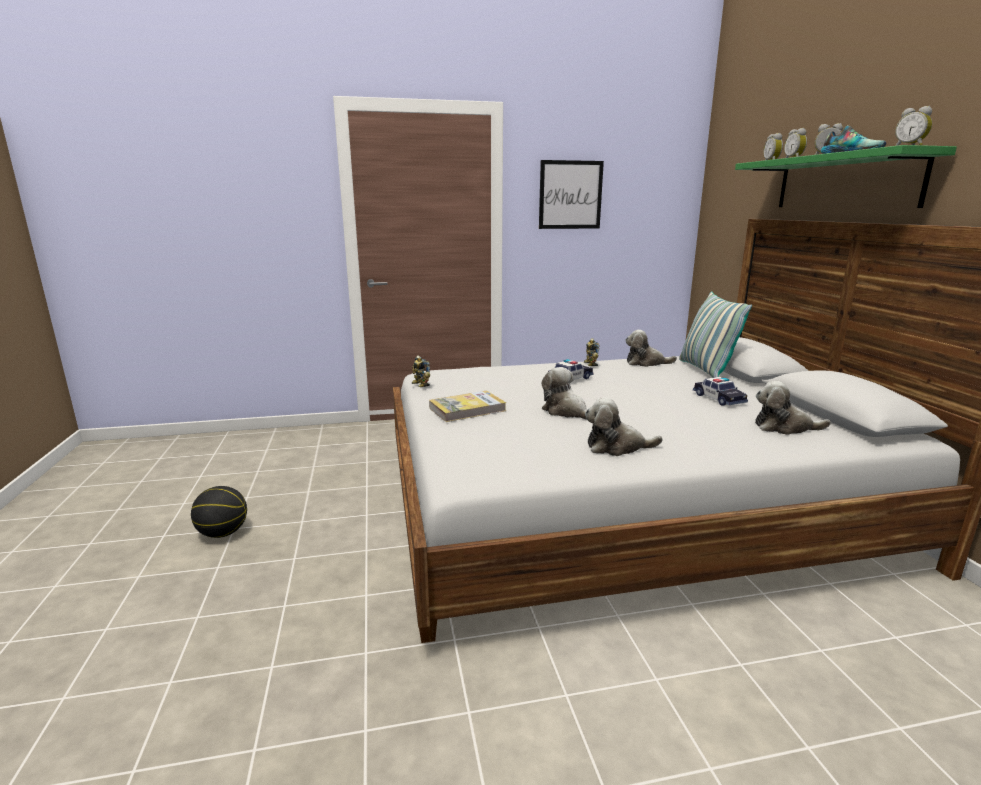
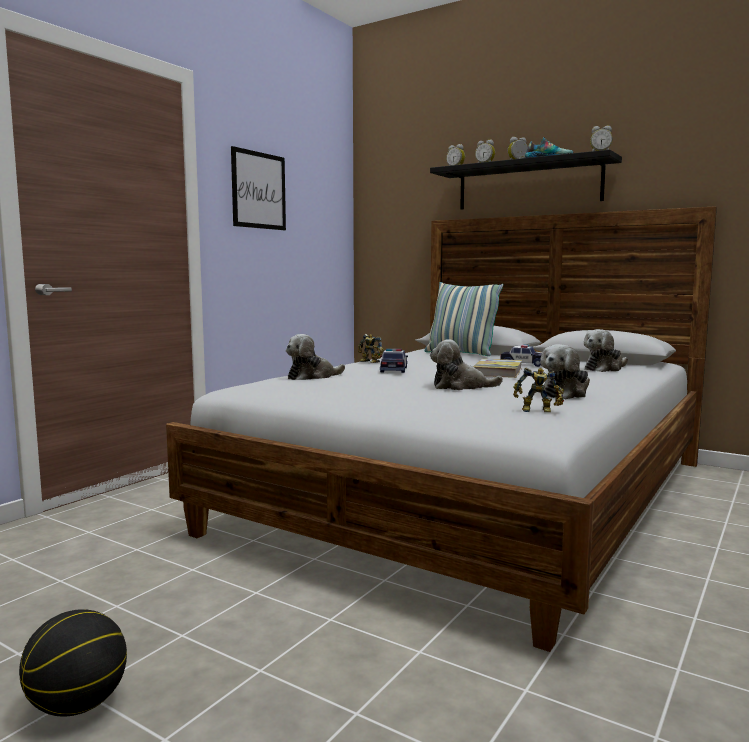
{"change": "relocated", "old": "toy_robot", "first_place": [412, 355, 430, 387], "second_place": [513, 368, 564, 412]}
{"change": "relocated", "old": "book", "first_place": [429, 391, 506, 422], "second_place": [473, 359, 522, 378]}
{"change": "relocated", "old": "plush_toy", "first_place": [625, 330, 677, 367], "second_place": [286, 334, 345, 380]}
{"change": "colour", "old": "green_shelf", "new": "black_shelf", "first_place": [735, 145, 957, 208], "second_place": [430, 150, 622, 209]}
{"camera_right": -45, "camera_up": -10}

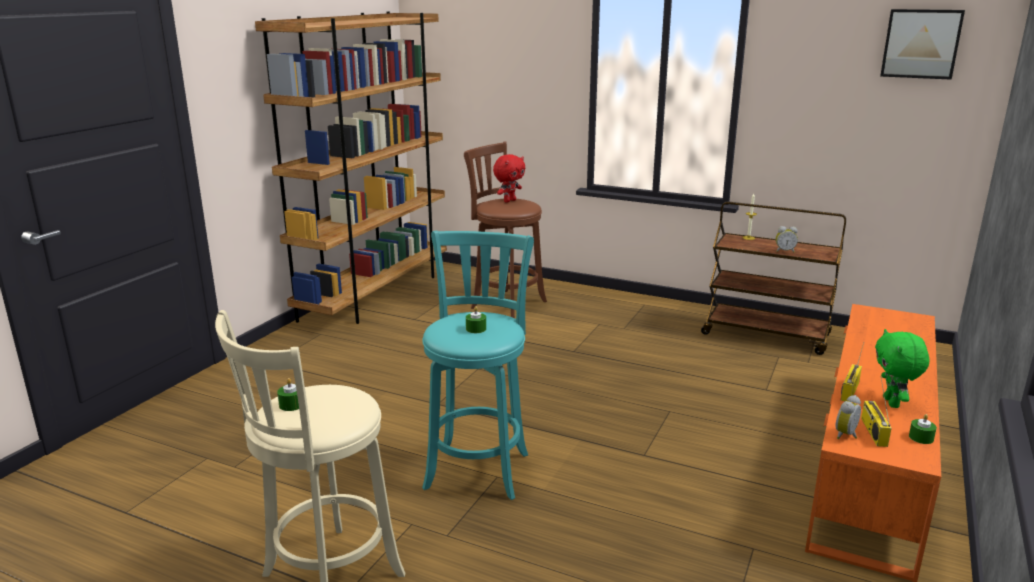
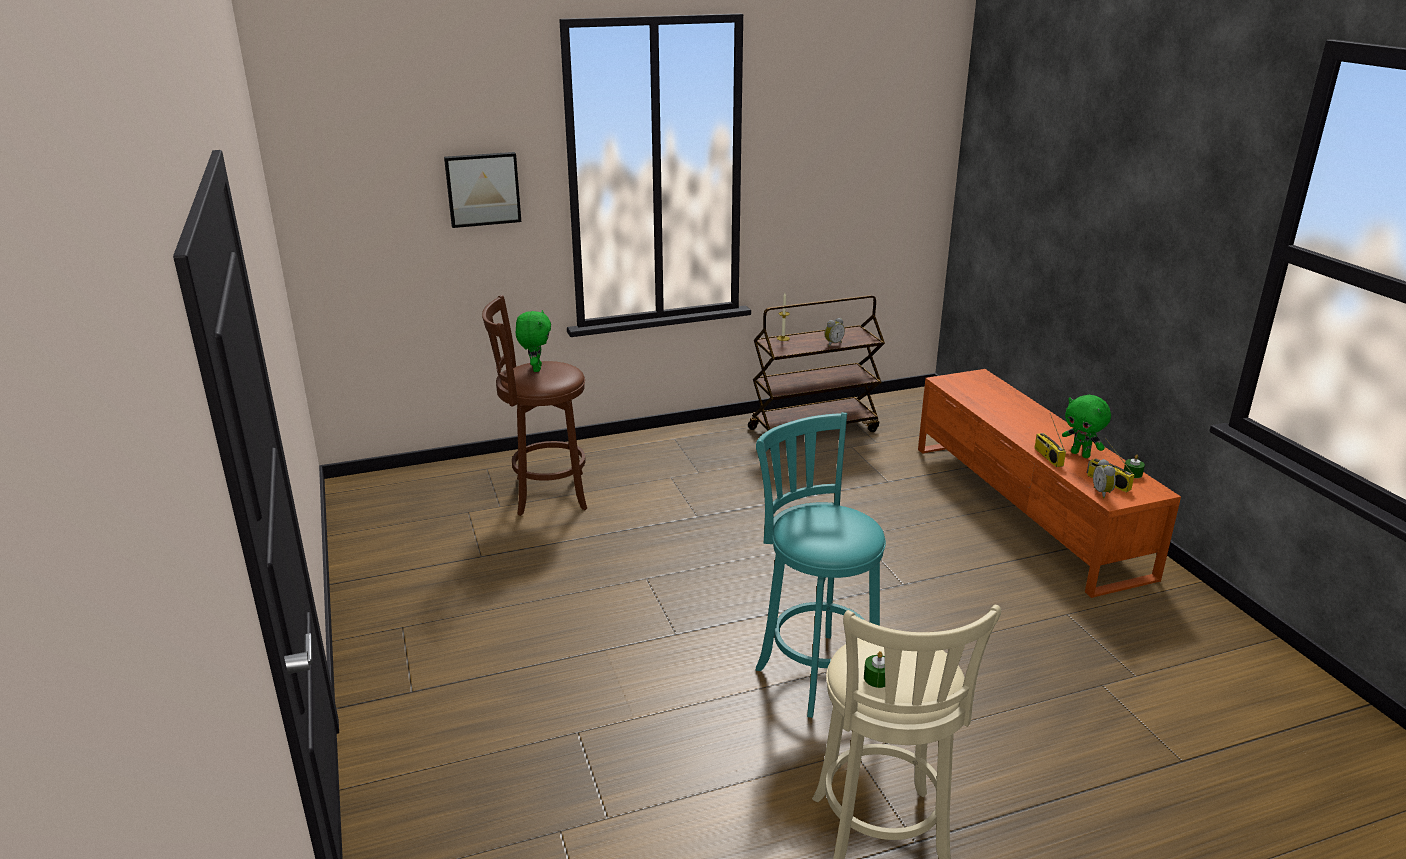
{"change": "missing", "old": "brown_bookcase", "first_place": [255, 11, 447, 324]}
{"change": "missing", "old": "green_candle", "first_place": [466, 306, 486, 333]}
{"change": "colour", "old": "red_plush_toy", "new": "green_plush_toy", "first_place": [493, 154, 526, 203], "second_place": [516, 310, 551, 372]}
{"change": "relocated", "old": "picture", "first_place": [880, 9, 965, 80], "second_place": [444, 152, 521, 228]}
{"camera_right": -45, "camera_up": 5}

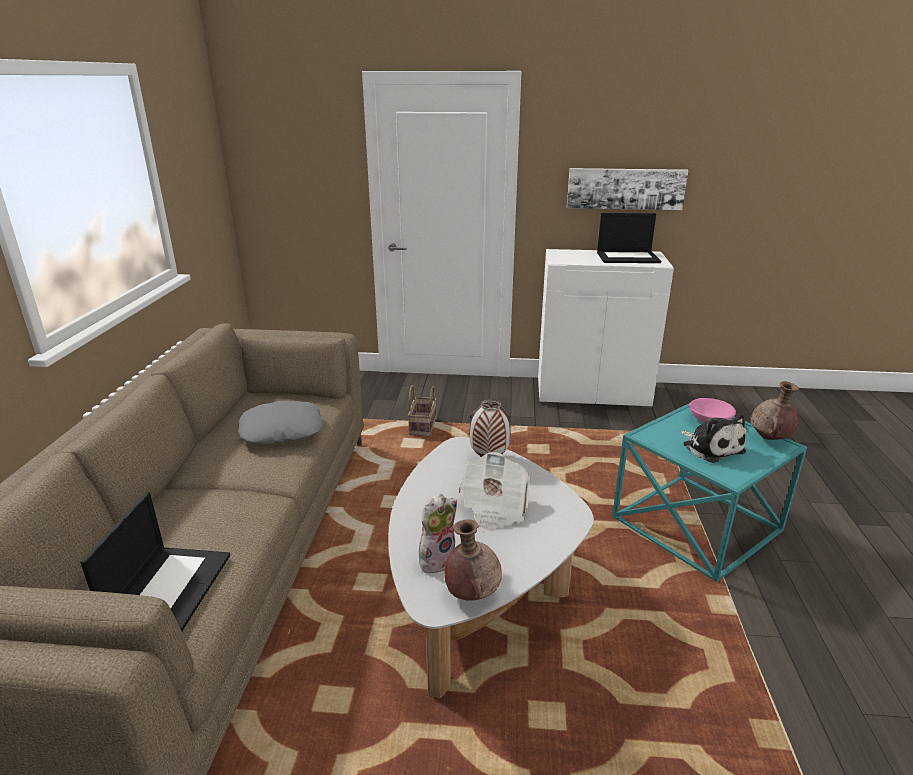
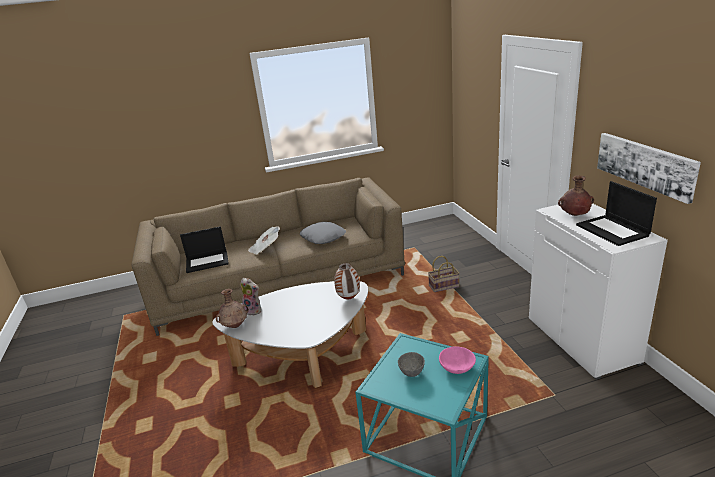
{"change": "relocated", "old": "newspaper", "first_place": [459, 452, 531, 532], "second_place": [248, 227, 280, 255]}
{"change": "exchanged", "old": "plush_toy", "new": "grey_bowl", "first_place": [680, 414, 747, 463], "second_place": [398, 352, 425, 377]}
{"change": "relocated", "old": "brown_vase", "first_place": [751, 381, 799, 440], "second_place": [558, 176, 594, 216]}
{"camera_right": 70, "camera_up": 0}

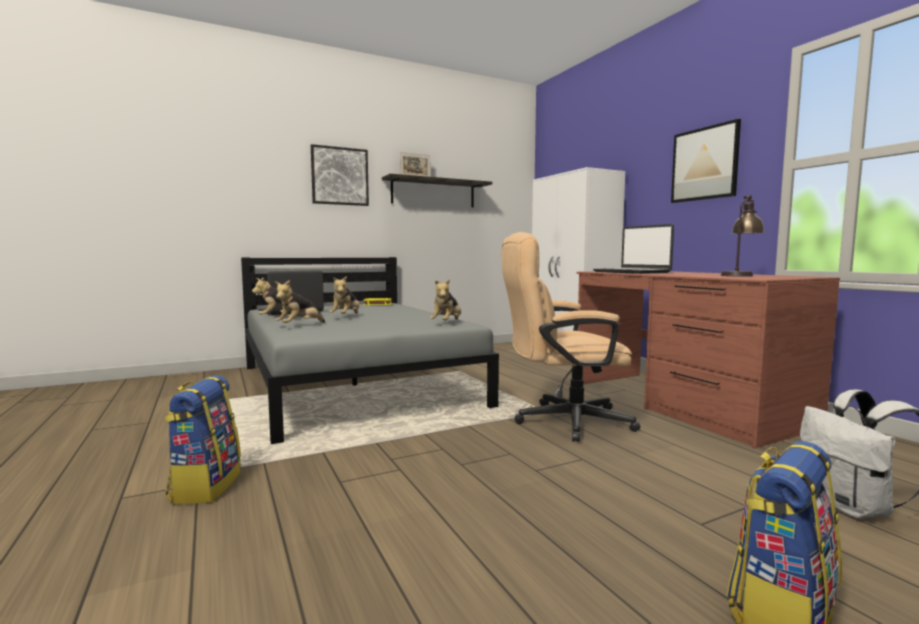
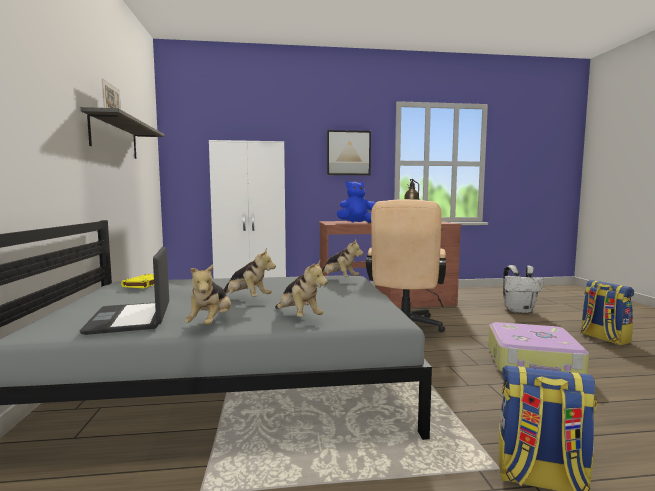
{"change": "missing", "old": "picture", "first_place": [311, 144, 369, 206]}
{"change": "exchanged", "old": "laptop", "new": "blue_plush_toy", "first_place": [593, 224, 674, 274], "second_place": [337, 181, 375, 223]}
{"change": "appeared", "new": "suitcase", "second_place": [488, 322, 589, 374]}
{"camera_right": -70, "camera_up": 0}

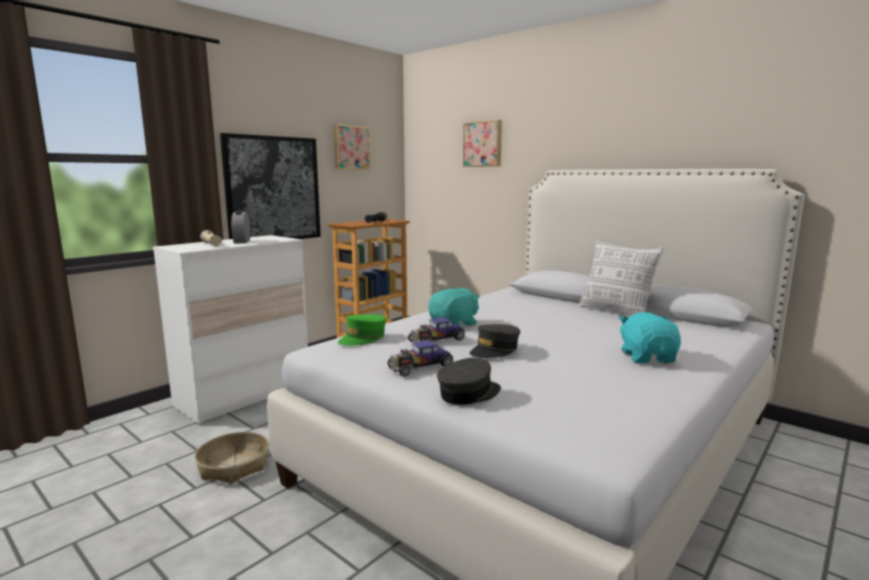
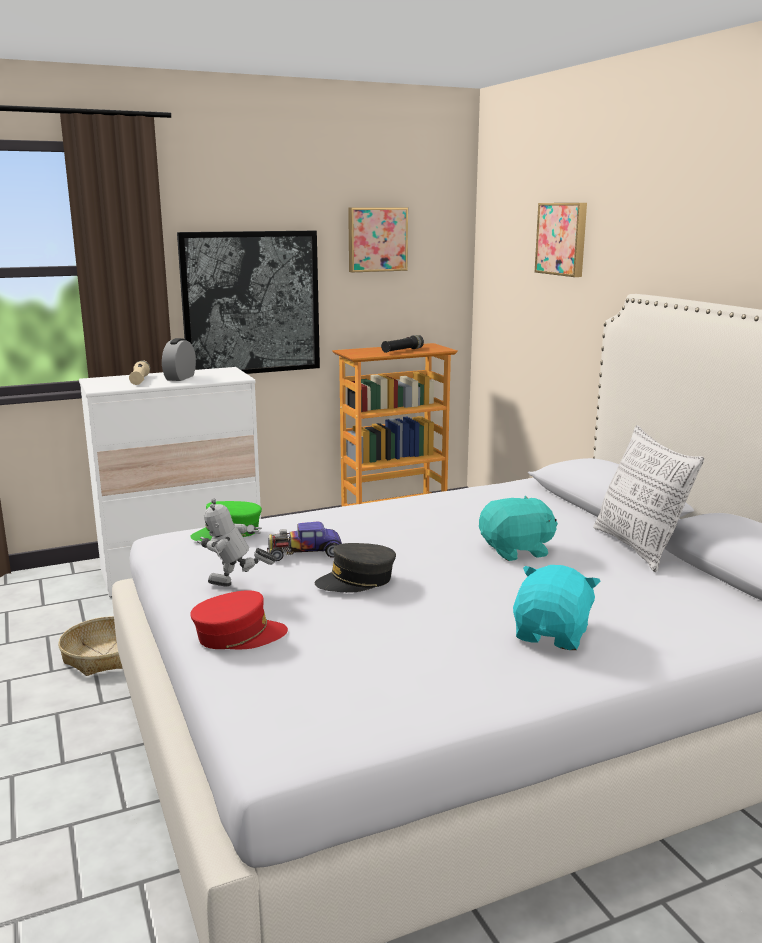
{"change": "exchanged", "old": "toy_car", "new": "toy_robot", "first_place": [387, 340, 453, 377], "second_place": [197, 498, 277, 587]}
{"change": "relocated", "old": "turquoise_plush_toy", "first_place": [428, 288, 480, 327], "second_place": [479, 496, 558, 561]}
{"change": "colour", "old": "grey_cap", "new": "red_cap", "first_place": [437, 358, 501, 405], "second_place": [190, 590, 288, 649]}
{"camera_right": 25, "camera_up": 5}

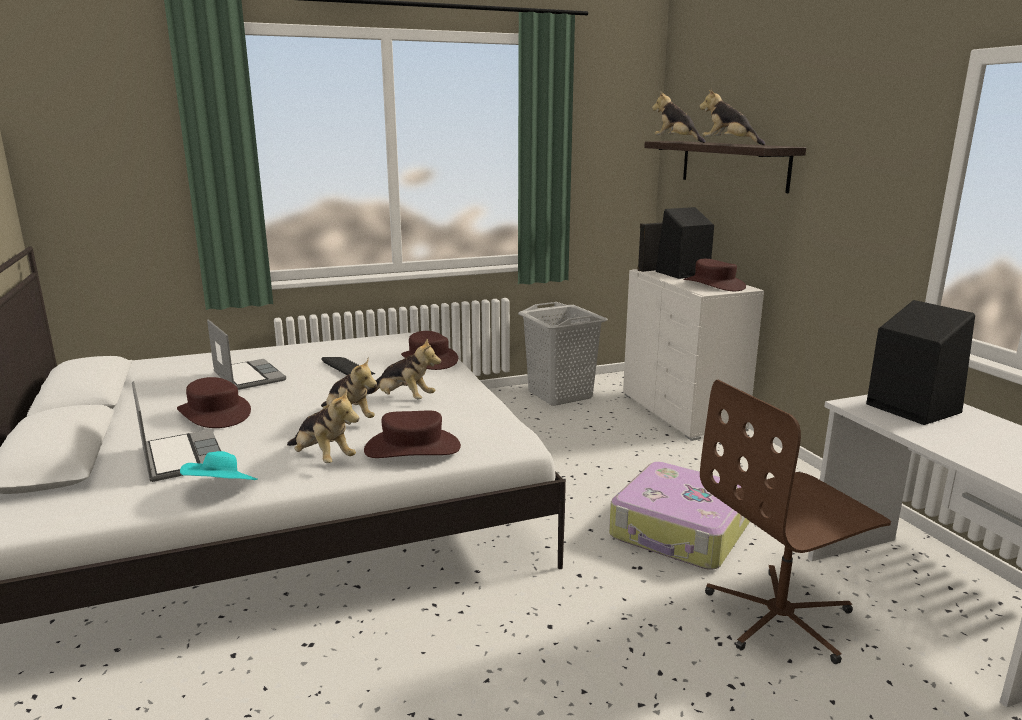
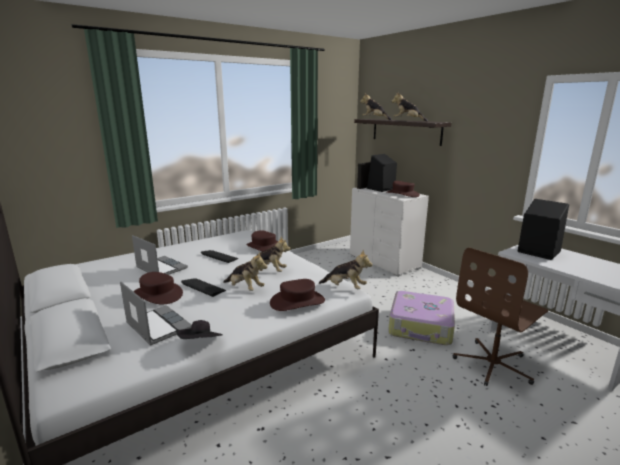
{"change": "colour", "old": "turquoise_hat", "new": "black_hat", "first_place": [180, 451, 258, 480], "second_place": [176, 320, 223, 339]}
{"change": "relocated", "old": "plush_toy", "first_place": [287, 389, 359, 463], "second_place": [319, 250, 372, 289]}
{"change": "missing", "old": "grey_laundry_basket", "first_place": [518, 302, 608, 406]}
{"change": "appeared", "new": "keyboard", "second_place": [181, 278, 226, 297]}
{"camera_right": -15, "camera_up": 0}

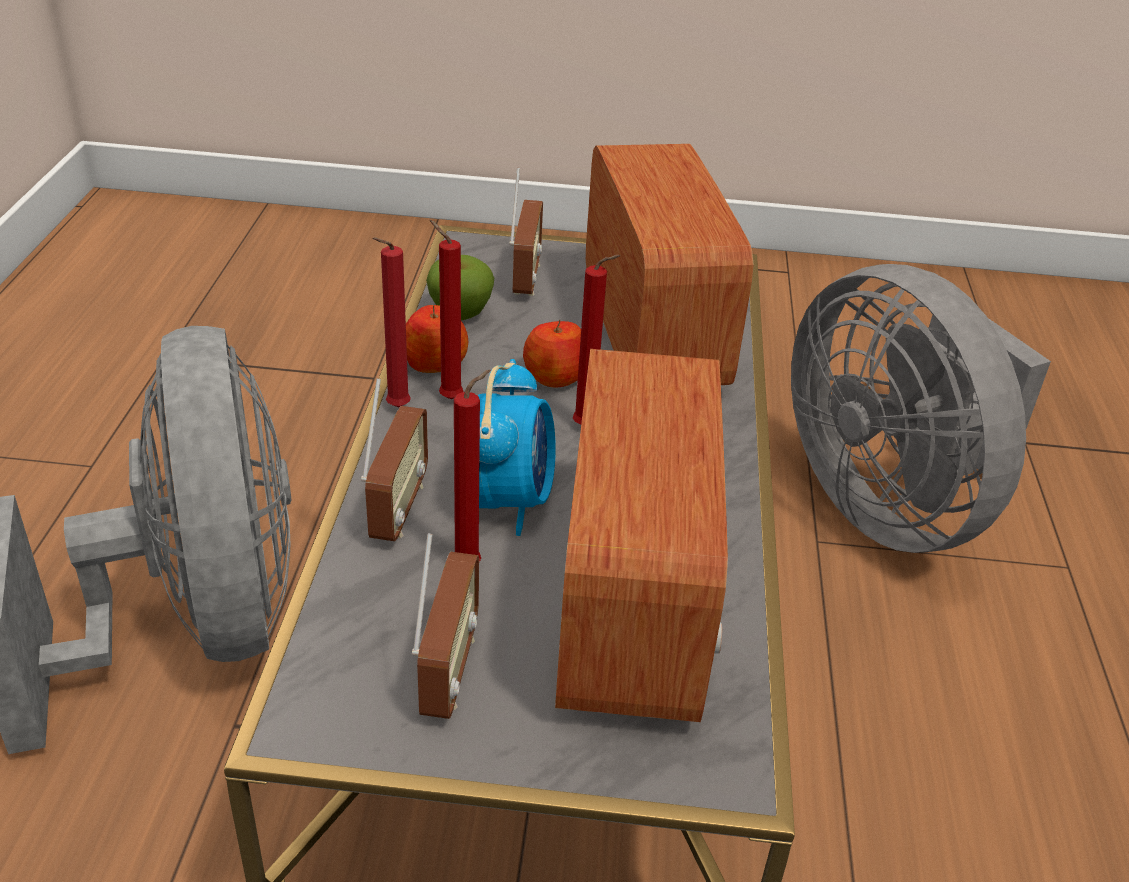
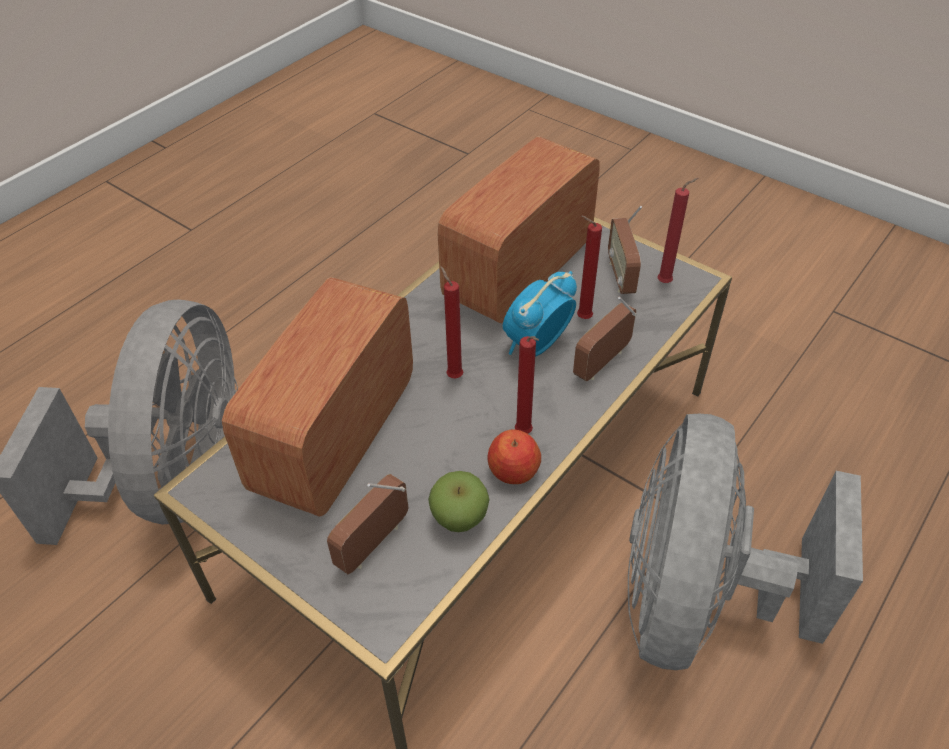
{"change": "relocated", "old": "red_candle", "first_place": [372, 237, 411, 407], "second_place": [658, 178, 698, 283]}
{"change": "spun", "old": "radio", "first_place": [412, 534, 479, 719], "second_place": [608, 206, 642, 294], "degrees": -45}
{"change": "missing", "old": "apple", "first_place": [523, 320, 581, 388]}
{"camera_right": -145, "camera_up": 10}

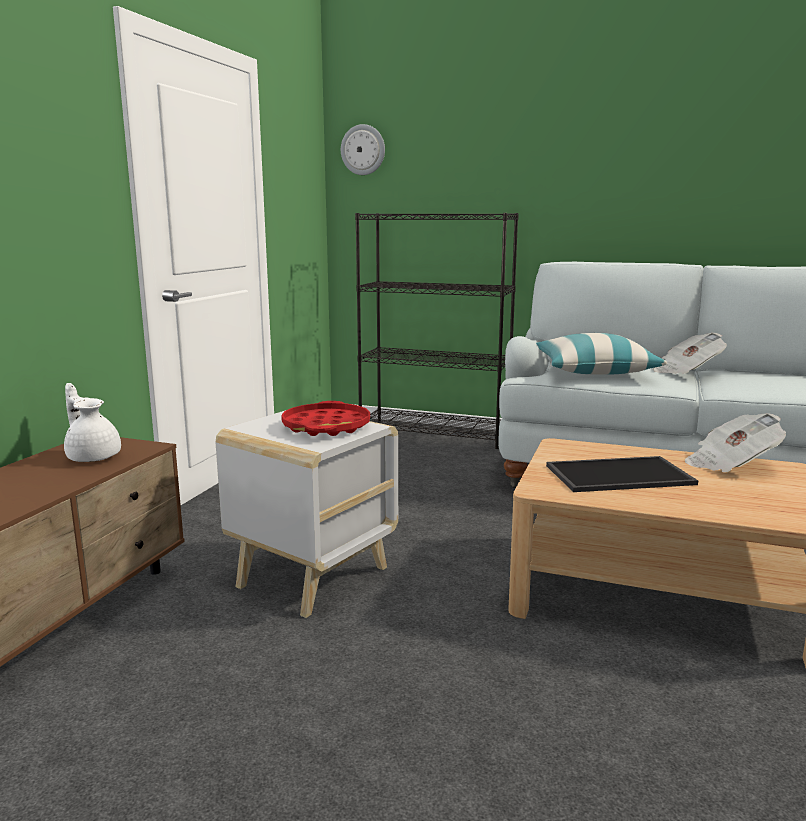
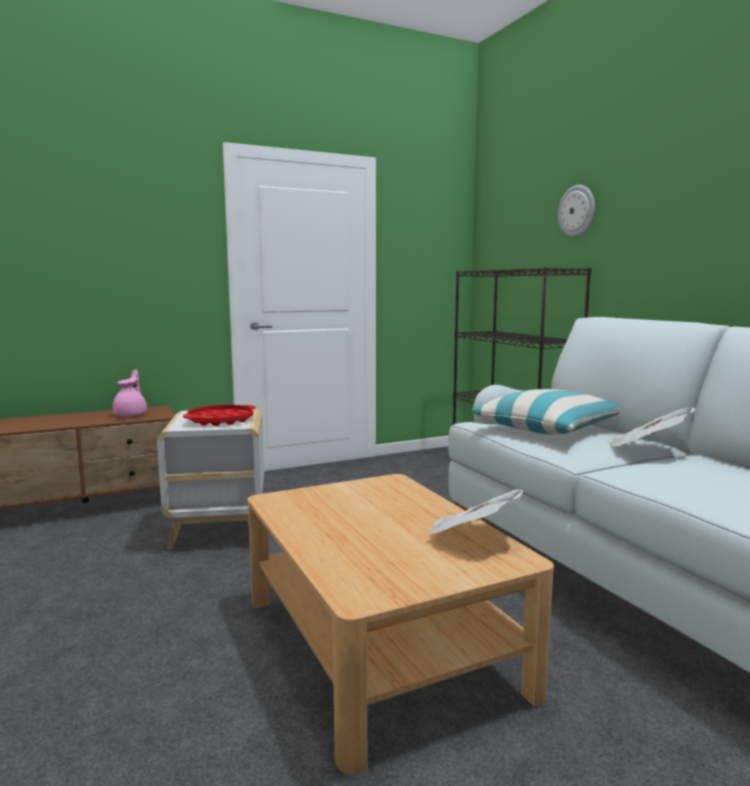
{"change": "colour", "old": "white_teapot", "new": "pink_teapot", "first_place": [64, 383, 121, 462], "second_place": [113, 369, 147, 417]}
{"change": "relocated", "old": "wall_clock", "first_place": [341, 124, 385, 175], "second_place": [558, 185, 595, 237]}
{"change": "missing", "old": "tray", "first_place": [546, 456, 698, 492]}
{"camera_right": 45, "camera_up": -5}

